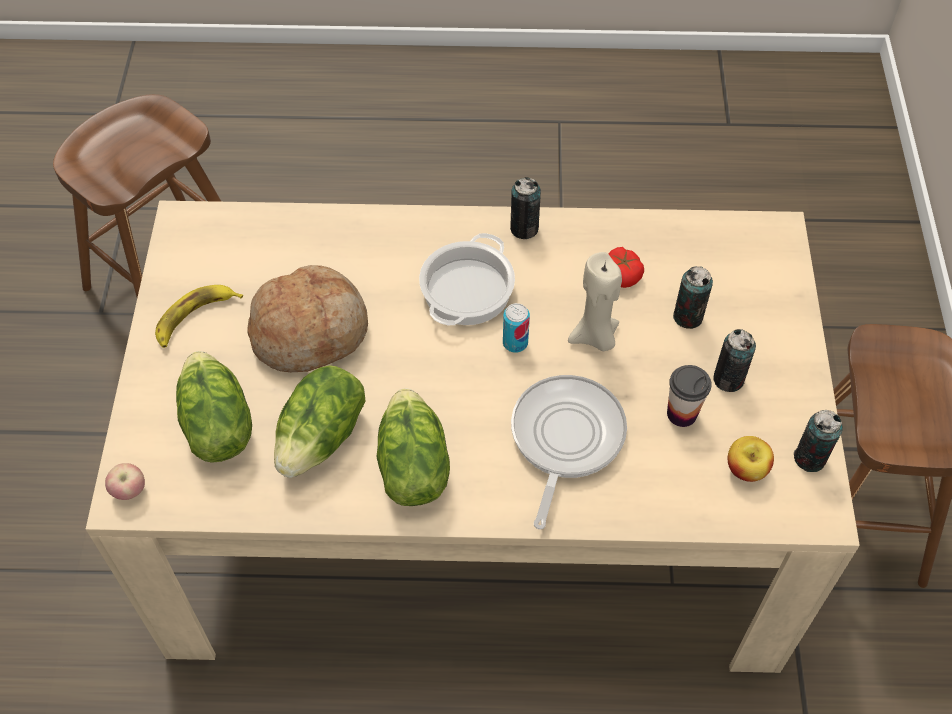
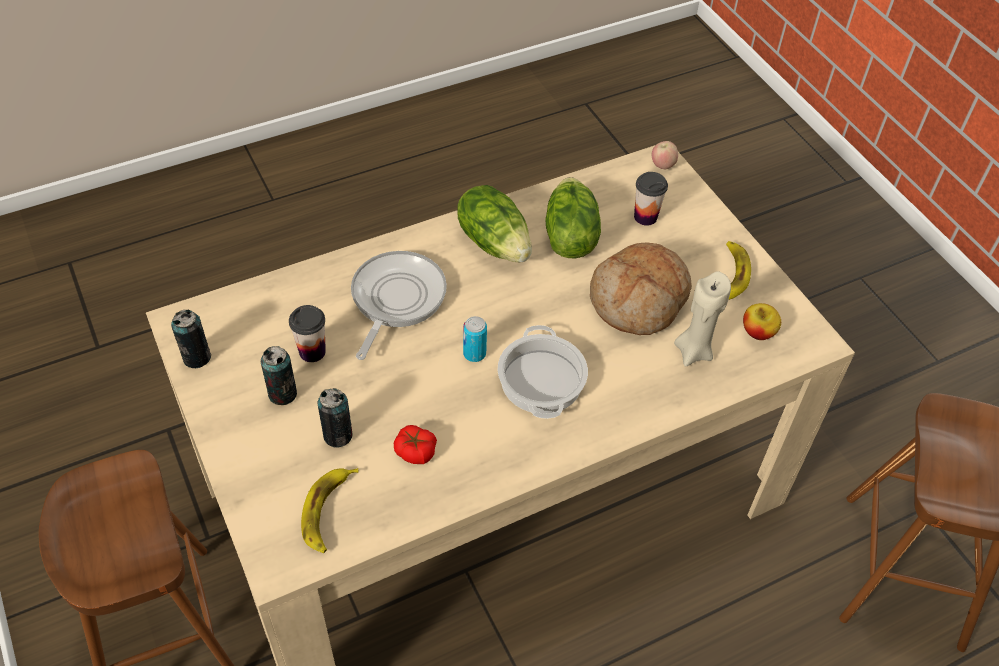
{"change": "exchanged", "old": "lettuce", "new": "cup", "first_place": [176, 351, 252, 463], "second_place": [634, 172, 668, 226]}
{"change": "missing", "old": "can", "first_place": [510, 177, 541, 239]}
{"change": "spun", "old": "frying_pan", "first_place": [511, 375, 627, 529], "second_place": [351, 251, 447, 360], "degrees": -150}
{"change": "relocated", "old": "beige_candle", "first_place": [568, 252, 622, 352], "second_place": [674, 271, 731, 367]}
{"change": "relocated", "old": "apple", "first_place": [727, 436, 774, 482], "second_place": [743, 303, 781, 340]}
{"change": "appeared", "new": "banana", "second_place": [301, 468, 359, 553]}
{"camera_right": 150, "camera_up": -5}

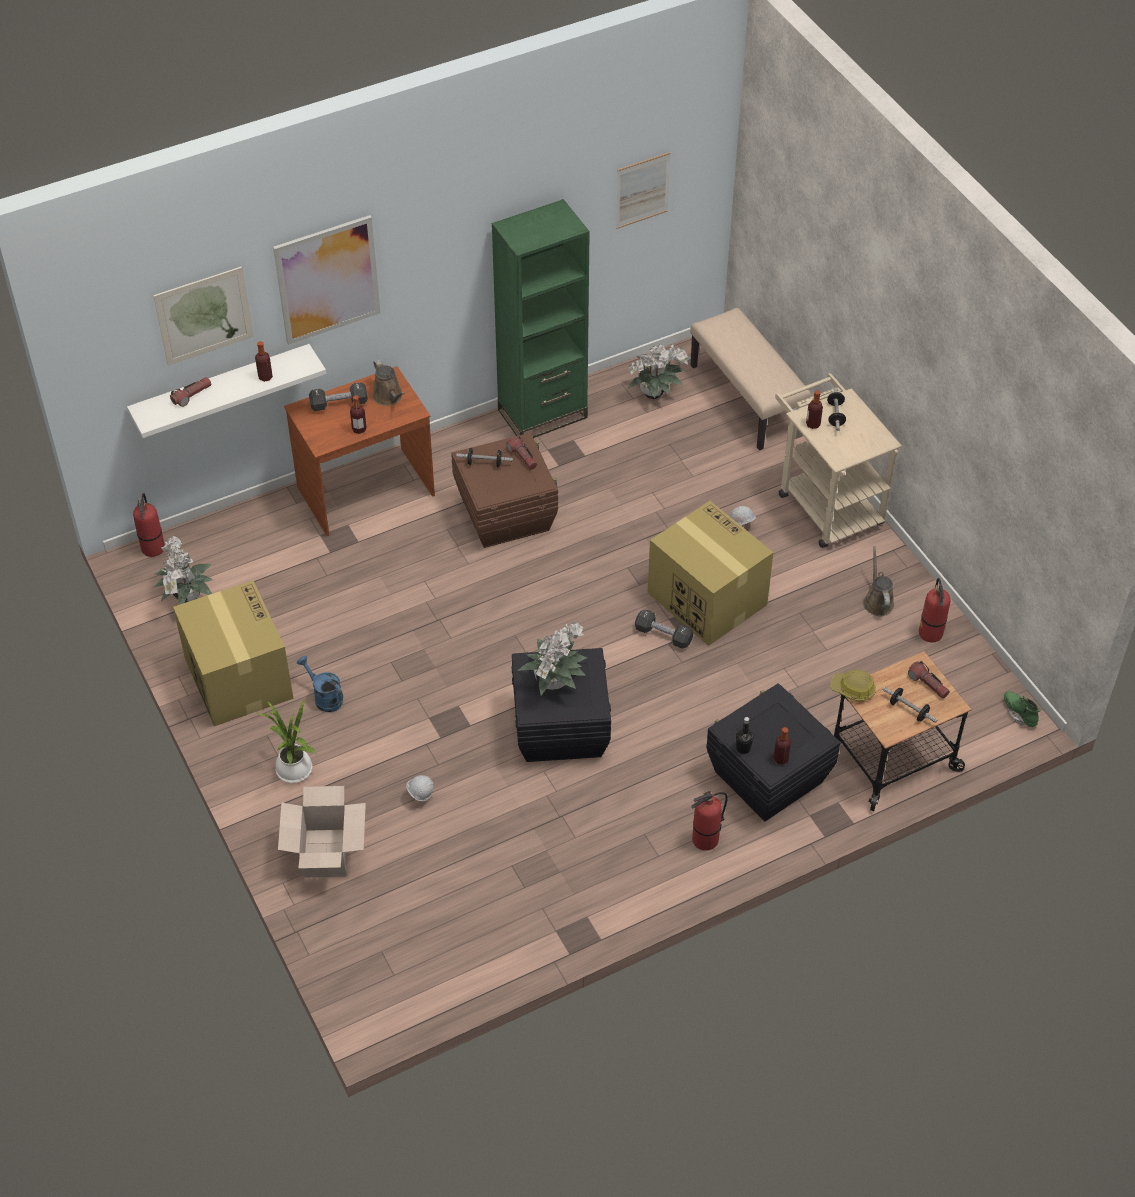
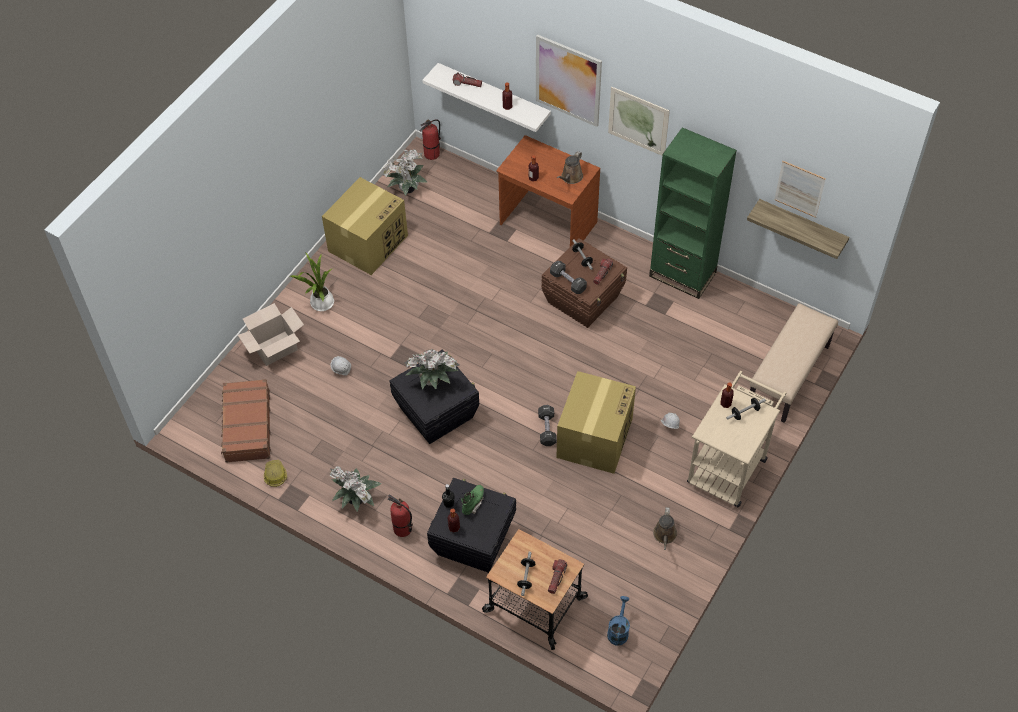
{"change": "relocated", "old": "picture", "first_place": [154, 266, 253, 366], "second_place": [608, 87, 670, 156]}
{"change": "relocated", "old": "blue_watering_can", "first_place": [297, 656, 343, 712], "second_place": [607, 596, 630, 646]}
{"change": "relocated", "old": "black_dumbbell", "first_place": [309, 382, 368, 411], "second_place": [550, 261, 587, 294]}
{"change": "relocated", "old": "potted_plant", "first_place": [627, 344, 691, 399], "second_place": [329, 466, 382, 512]}
{"change": "relocated", "old": "hard_hat", "first_place": [830, 669, 876, 702], "second_place": [264, 460, 287, 487]}
{"change": "spun", "old": "brown_watering_can", "first_place": [863, 546, 894, 616], "second_place": [653, 507, 677, 550], "degrees": 135}
{"change": "missing", "old": "fire_extinguisher", "first_place": [919, 578, 951, 643]}
{"change": "relocated", "old": "green_boot", "first_place": [1004, 691, 1041, 727], "second_place": [461, 485, 484, 515]}
{"change": "appeared", "new": "brown_suitcase", "second_place": [221, 379, 271, 463]}
{"change": "appeared", "new": "shelf", "second_place": [747, 199, 849, 259]}
{"camera_right": 60, "camera_up": 5}

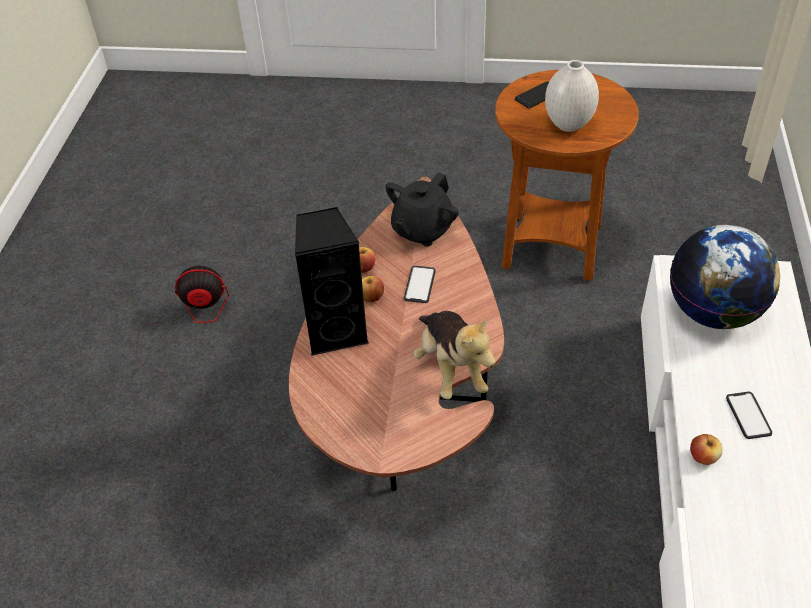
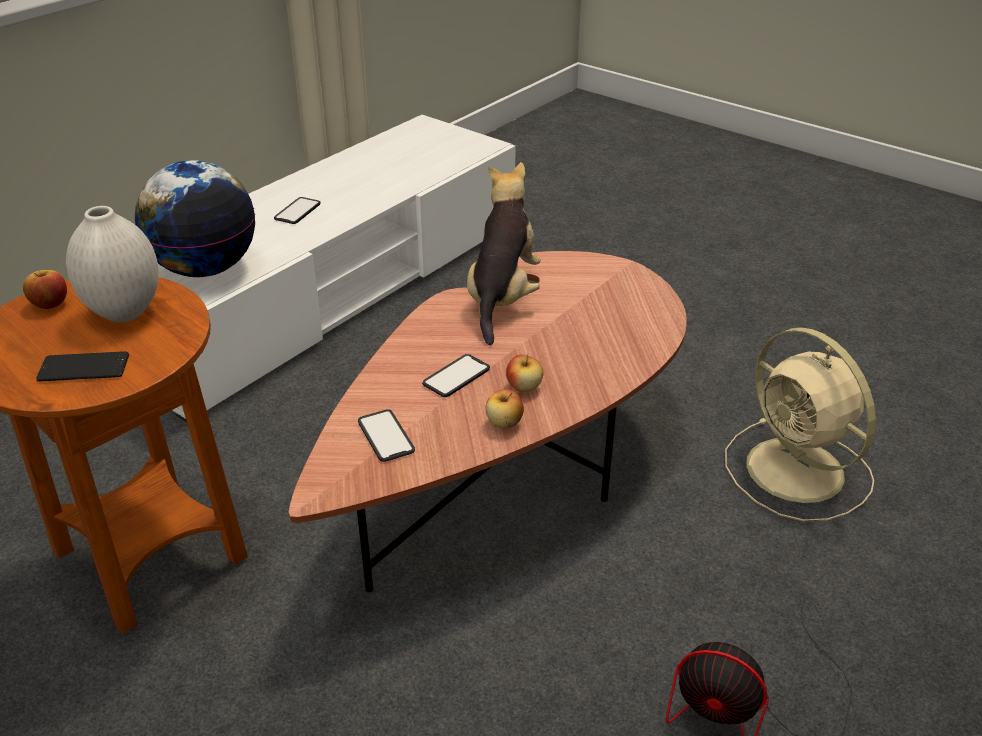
{"change": "missing", "old": "black_speaker", "first_place": [295, 207, 369, 356]}
{"change": "exchanged", "old": "black_teapot", "new": "phone", "first_place": [385, 172, 459, 247], "second_place": [358, 409, 415, 462]}
{"change": "relocated", "old": "apple", "first_place": [690, 434, 723, 465], "second_place": [23, 270, 67, 309]}
{"change": "appeared", "new": "beige_fan", "second_place": [725, 327, 876, 522]}
{"camera_right": -150, "camera_up": -10}

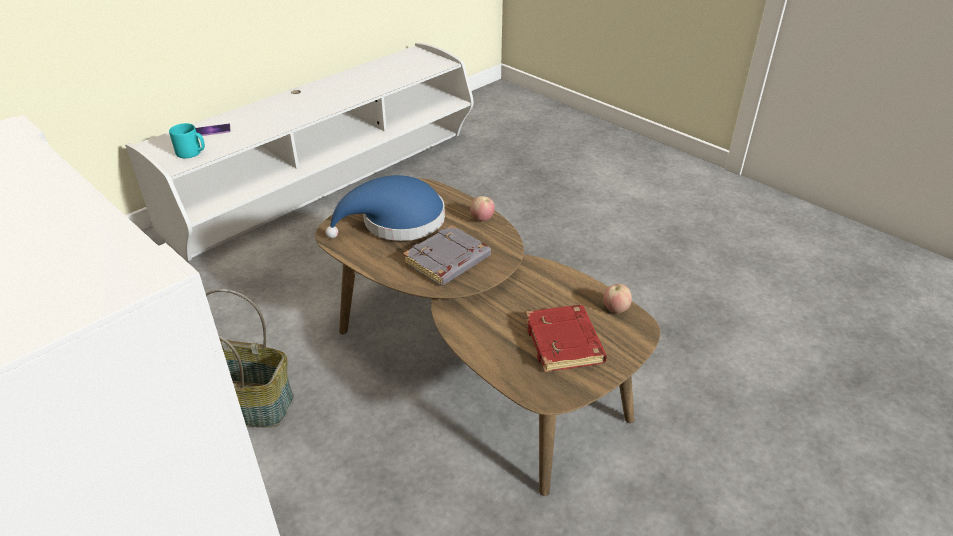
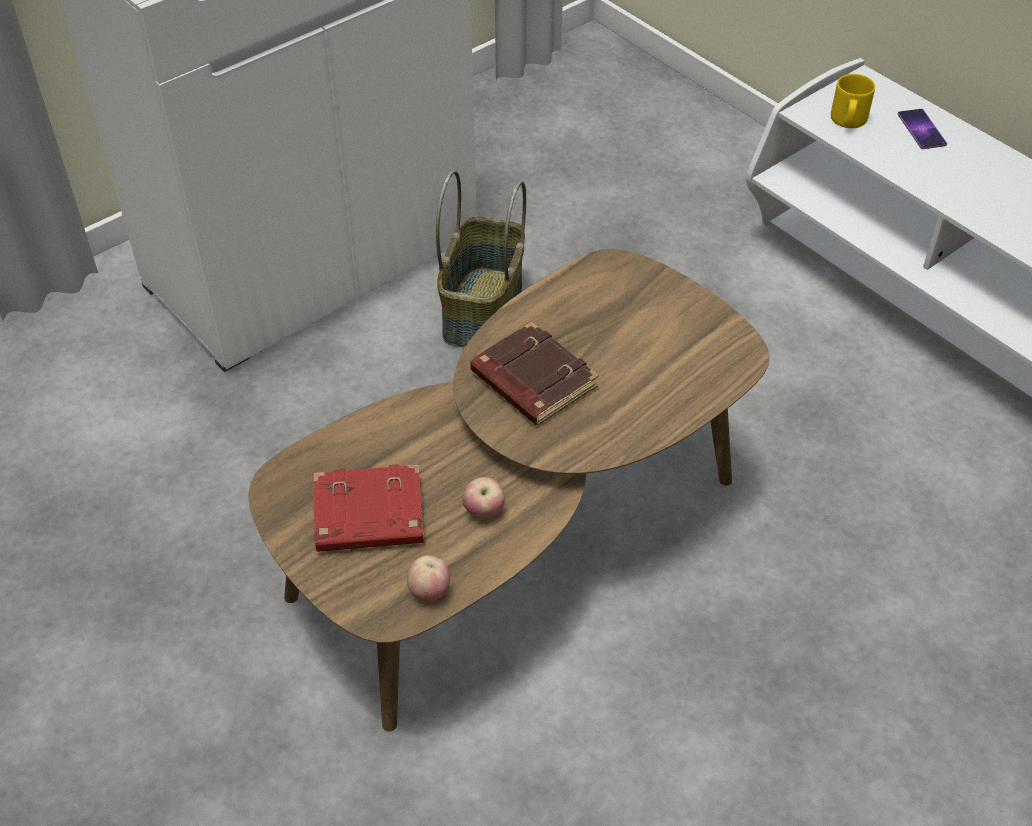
{"change": "colour", "old": "turquoise_mug", "new": "yellow_mug", "first_place": [169, 123, 205, 158], "second_place": [831, 74, 875, 128]}
{"change": "missing", "old": "blue_hat", "first_place": [325, 175, 445, 241]}
{"change": "colour", "old": "grey_book", "new": "brown_book", "first_place": [403, 225, 491, 286], "second_place": [470, 322, 599, 425]}
{"change": "relocated", "old": "apple", "first_place": [470, 196, 495, 221], "second_place": [462, 477, 505, 518]}
{"camera_right": 95, "camera_up": 10}

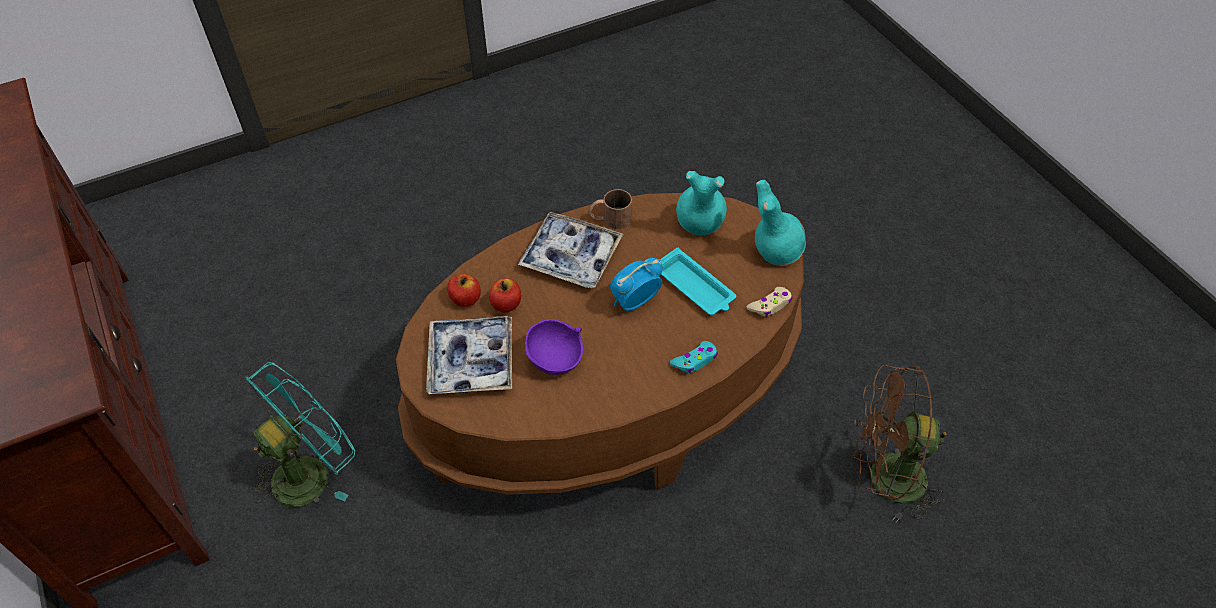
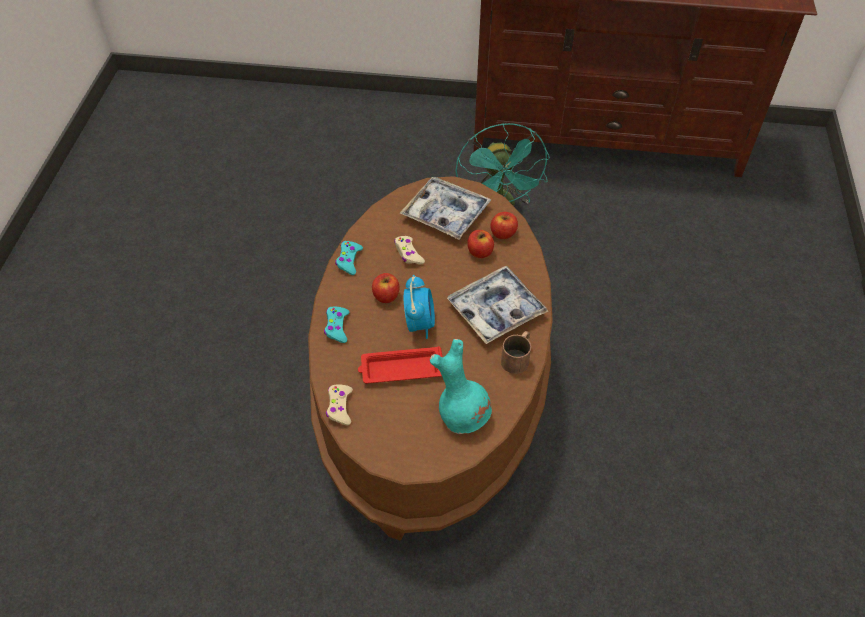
{"change": "exchanged", "old": "purple_bowl", "new": "beige_game_controller", "first_place": [525, 319, 583, 375], "second_place": [394, 236, 425, 265]}
{"change": "colour", "old": "turquoise_tray", "new": "red_tray", "first_place": [660, 248, 736, 315], "second_place": [358, 346, 442, 384]}
{"change": "missing", "old": "turquoise_vase", "first_place": [755, 180, 806, 266]}
{"change": "missing", "old": "brown_fan", "first_place": [853, 365, 947, 522]}
{"change": "appeared", "new": "turquoise_game_controller", "second_place": [335, 241, 363, 275]}
{"change": "appeared", "new": "apple", "second_place": [372, 273, 399, 303]}
{"camera_right": 125, "camera_up": 0}

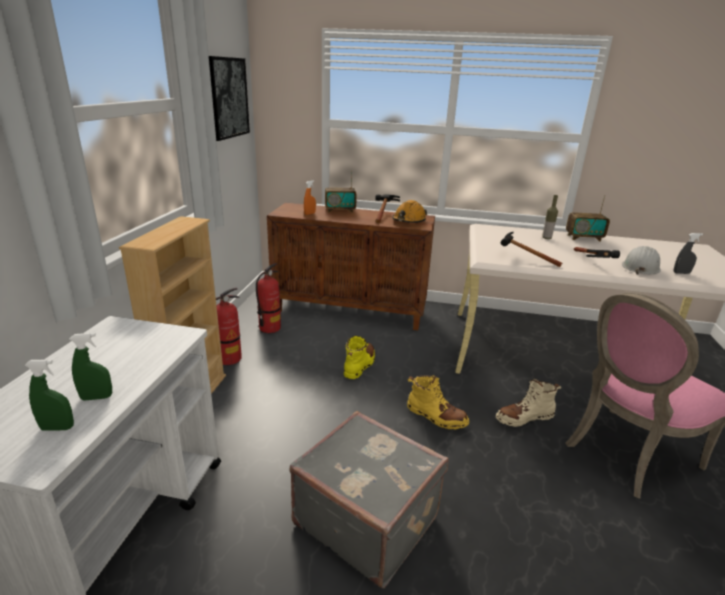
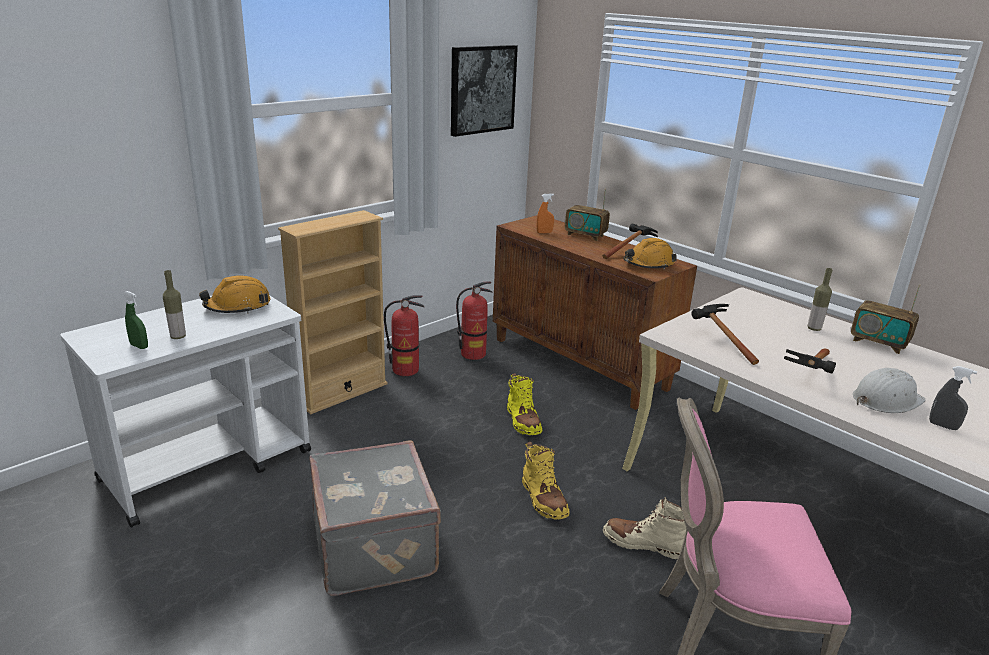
{"change": "exchanged", "old": "green_spray_bottle", "new": "bottle", "first_place": [70, 333, 112, 401], "second_place": [163, 270, 186, 339]}
{"change": "spun", "old": "yellow_boot", "first_place": [344, 336, 375, 379], "second_place": [507, 373, 542, 435], "degrees": 105}
{"change": "appeared", "new": "orange_hard_hat", "second_place": [199, 275, 270, 314]}
{"camera_right": 35, "camera_up": 0}

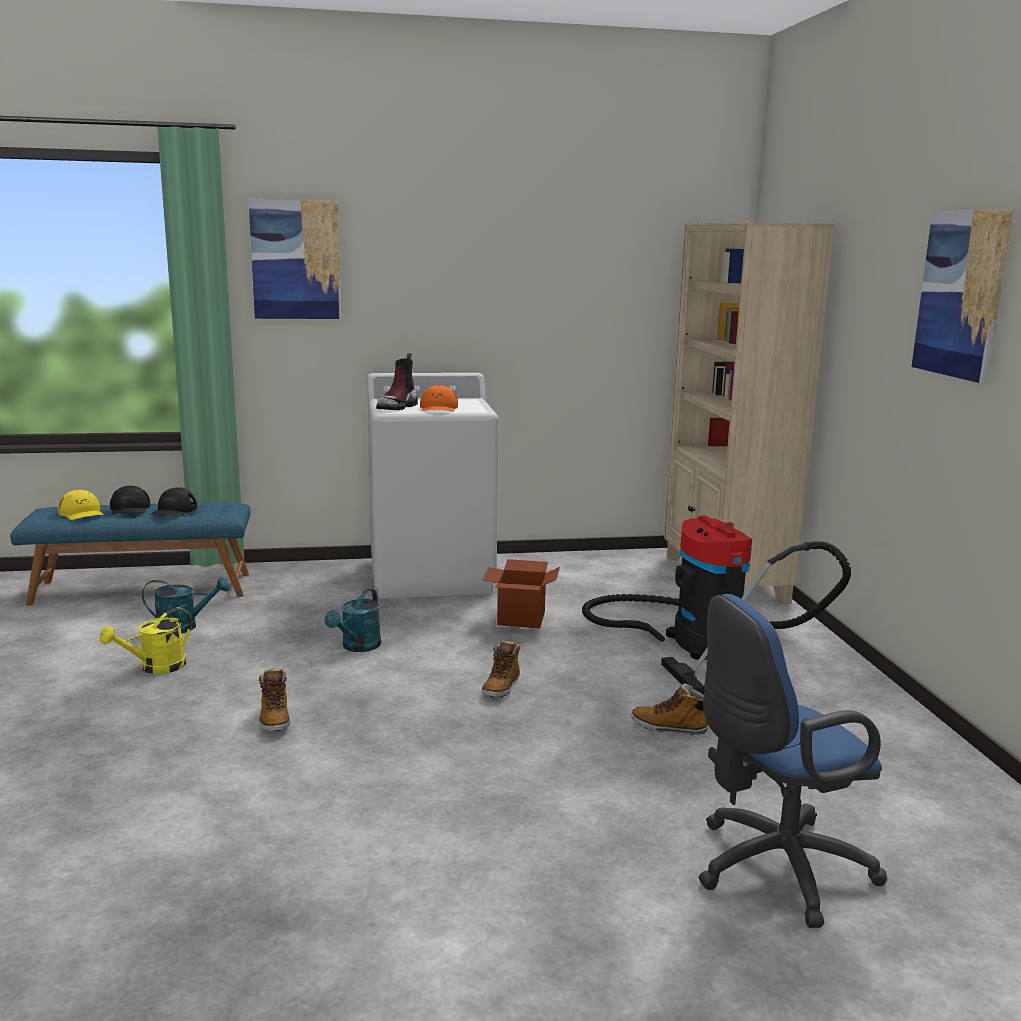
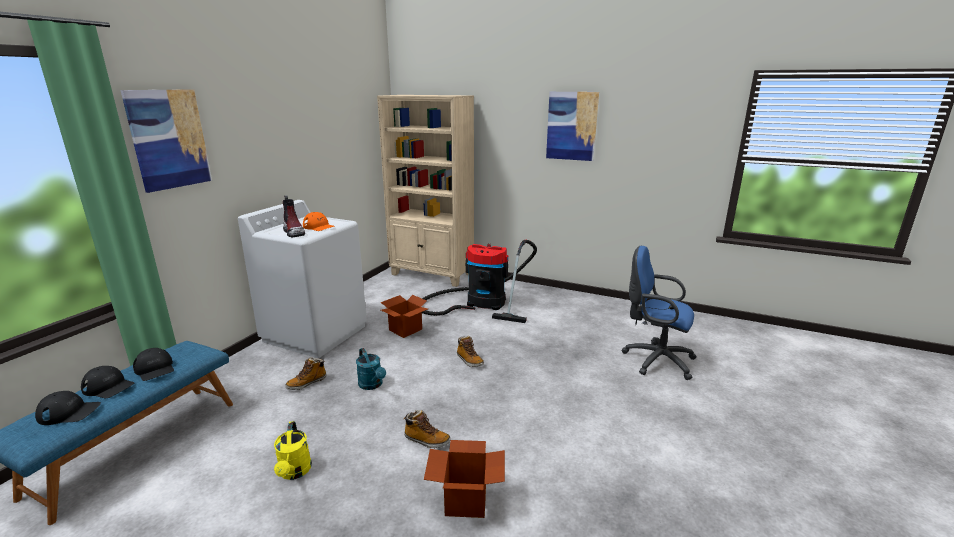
{"change": "colour", "old": "yellow_cap", "new": "black_cap", "first_place": [58, 490, 104, 520], "second_place": [35, 391, 101, 425]}
{"change": "missing", "old": "turquoise_watering_can", "first_place": [142, 577, 230, 633]}
{"change": "relocated", "old": "boot", "first_place": [631, 683, 708, 735], "second_place": [285, 357, 326, 390]}
{"change": "spun", "old": "blue_office_chair", "first_place": [698, 594, 887, 928], "second_place": [622, 246, 697, 380], "degrees": 105}
{"change": "appeared", "new": "cardboard_box", "second_place": [424, 440, 505, 518]}
{"camera_right": -55, "camera_up": 5}

